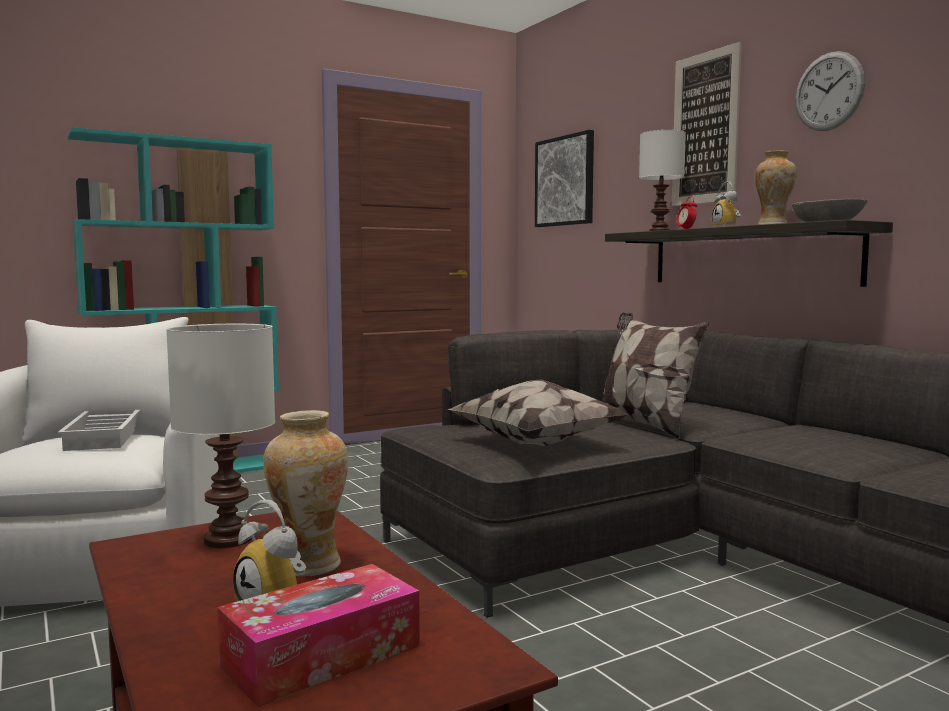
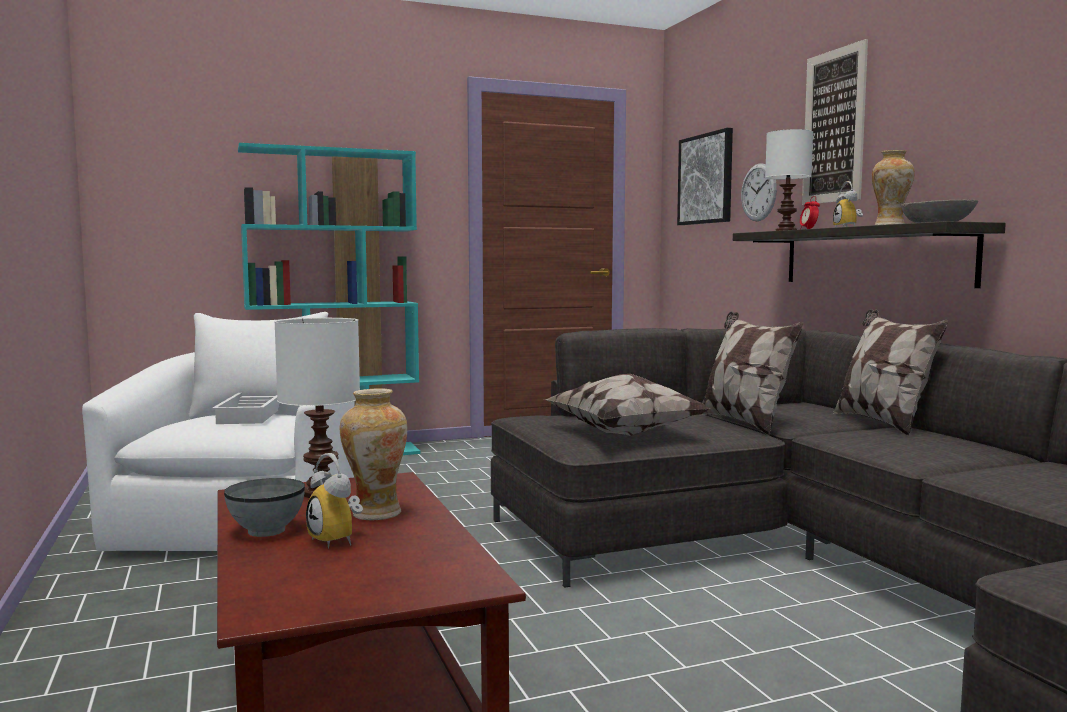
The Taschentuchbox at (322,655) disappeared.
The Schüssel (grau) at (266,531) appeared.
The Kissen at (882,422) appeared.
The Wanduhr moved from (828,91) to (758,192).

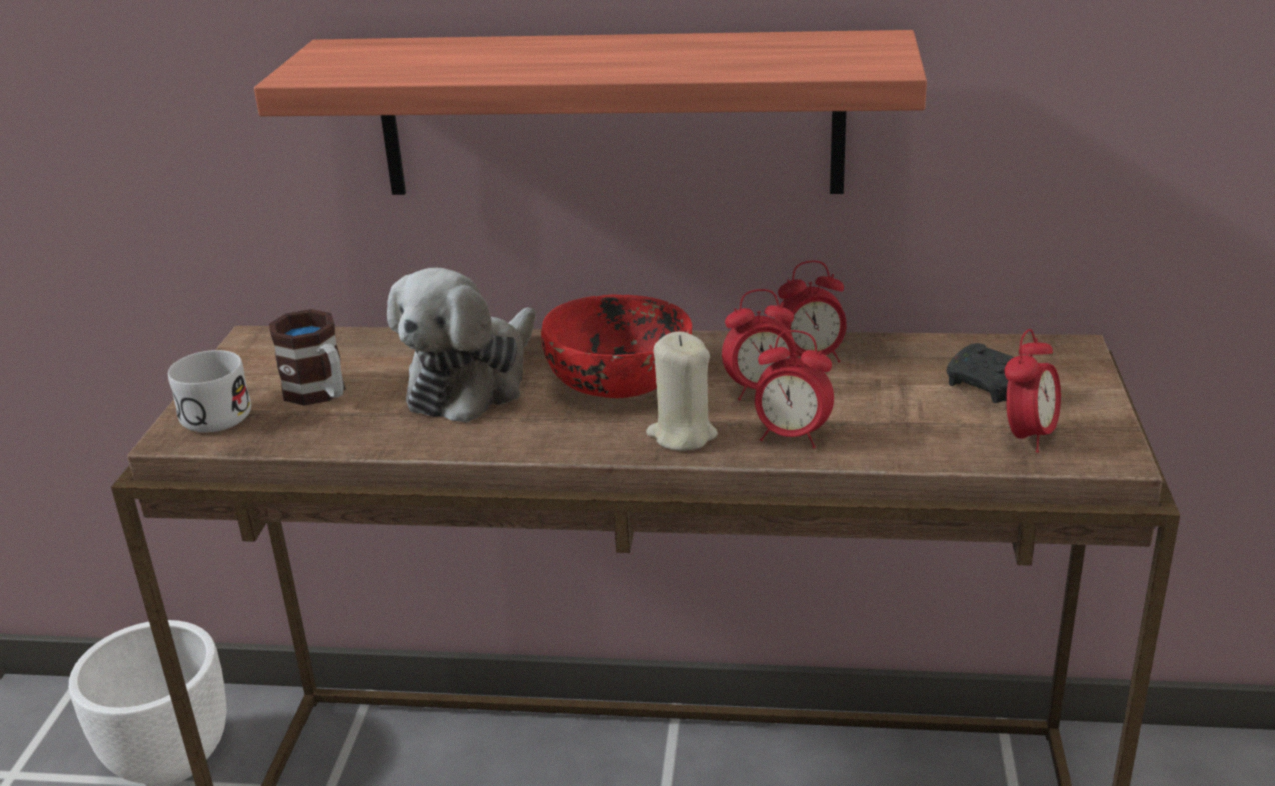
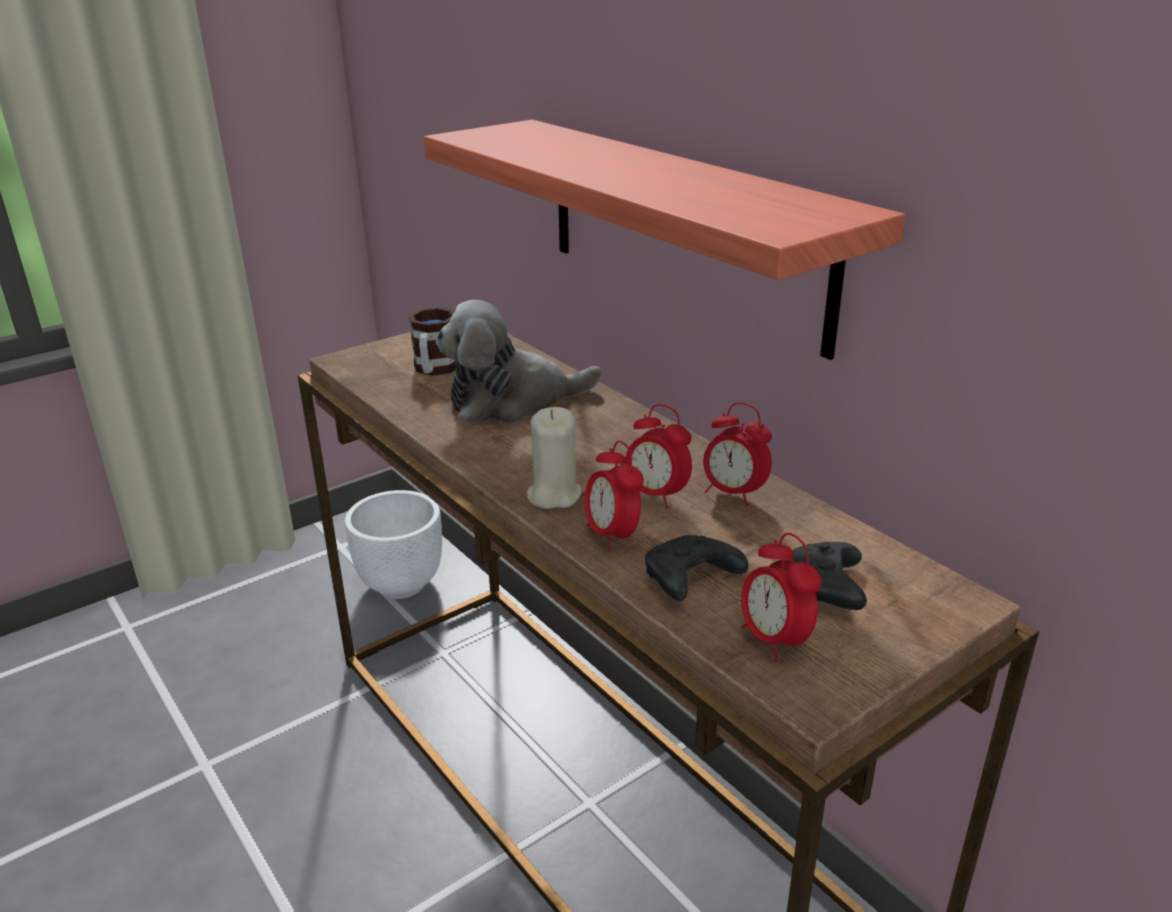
The Henkelbecher (weiß) at (216,410) disappeared.
The Schüssel (rot) at (620,381) disappeared.
The Gamepad (schwarz) at (689,580) appeared.
The Wecker at (1028,437) turned 75 degrees clockwise.

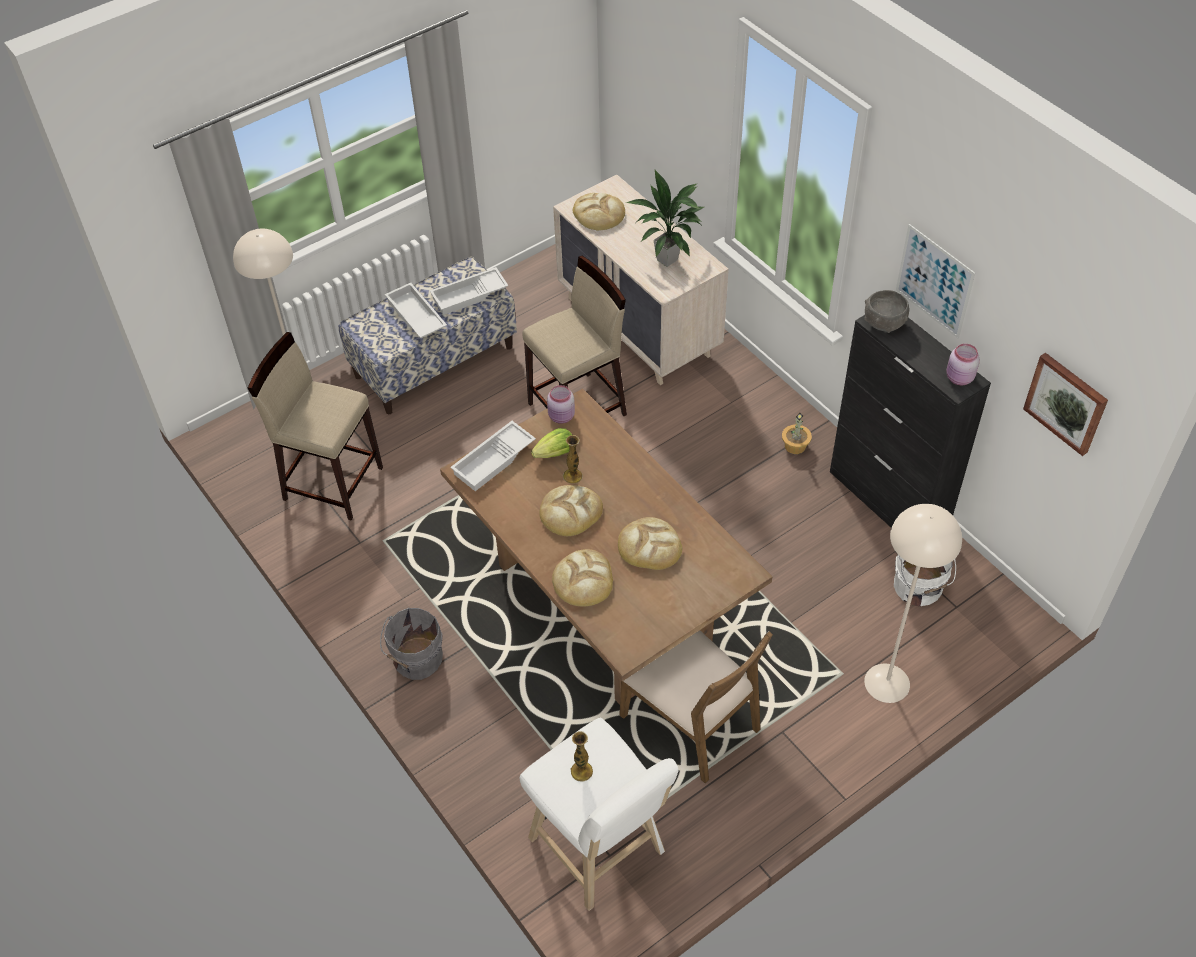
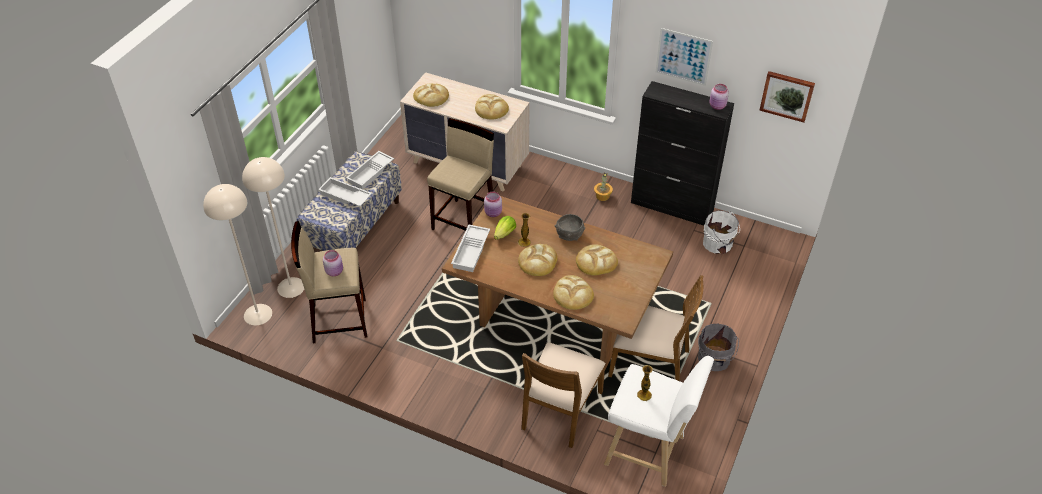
The Vorratsglas (rosa) at (335,271) appeared.
The Stuhl (braun) at (560,410) appeared.
The Eimer (grau) moved from (416,660) to (713,359).
The Schüssel (grau) moved from (884,323) to (569,235).
The Stehlampe (beige) moved from (886,683) to (257,314).
The Topfpflanze at (667,260) was replaced by the Brot at (491,109).

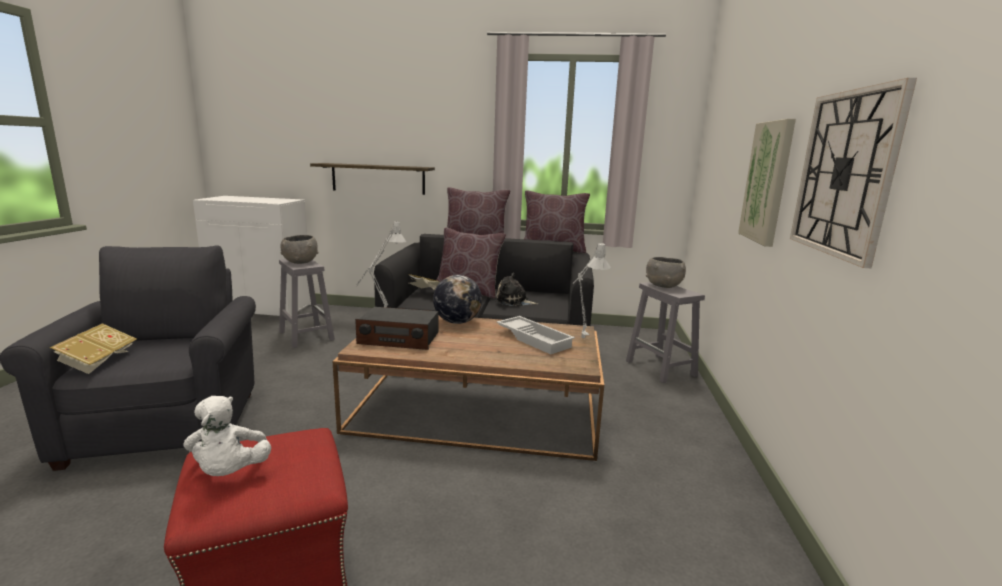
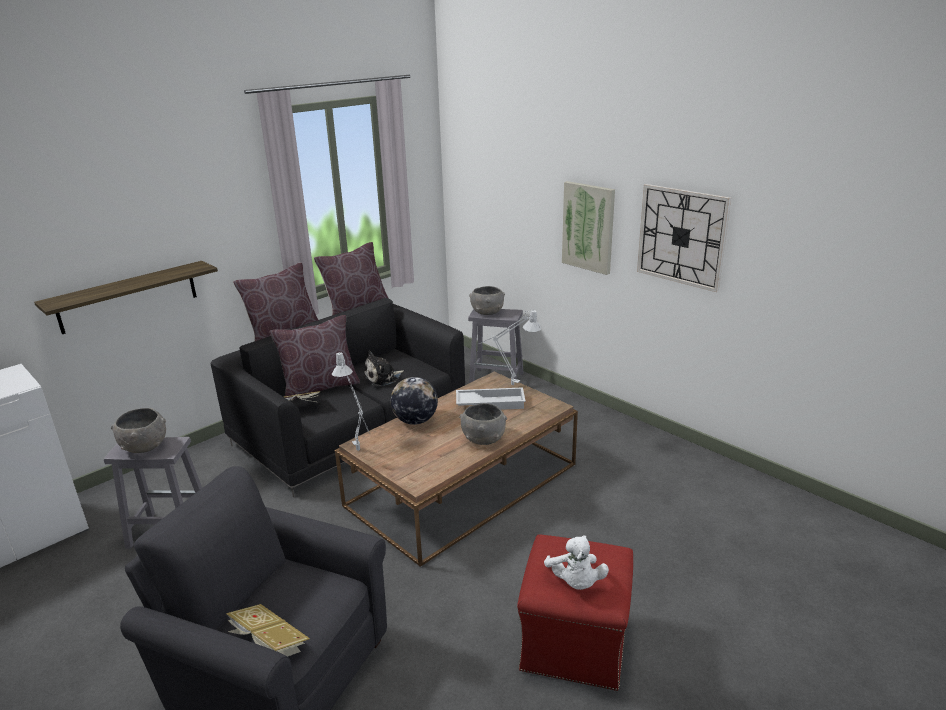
The Radio at (399,338) disappeared.
The Schüssel (grau) at (483,439) appeared.
The Plüschtier (weiß) at (230,472) turned 60 degrees clockwise.

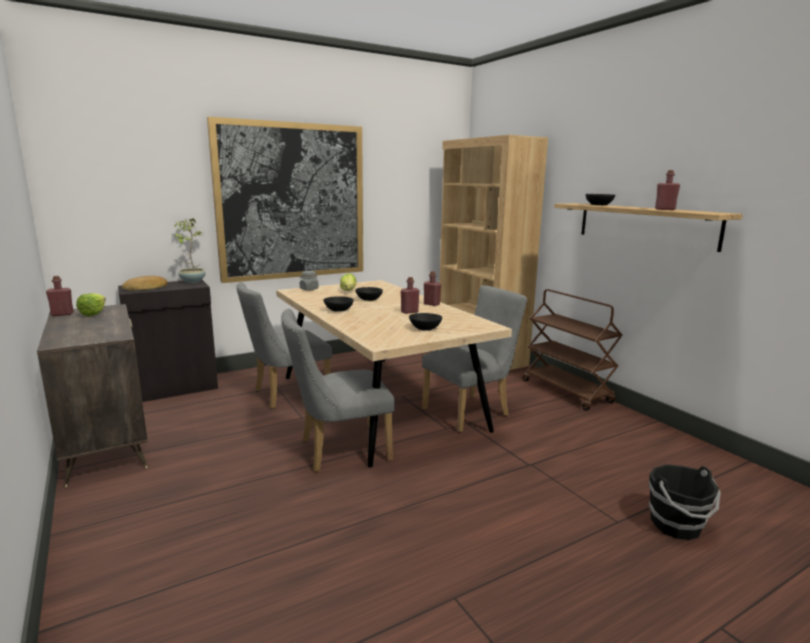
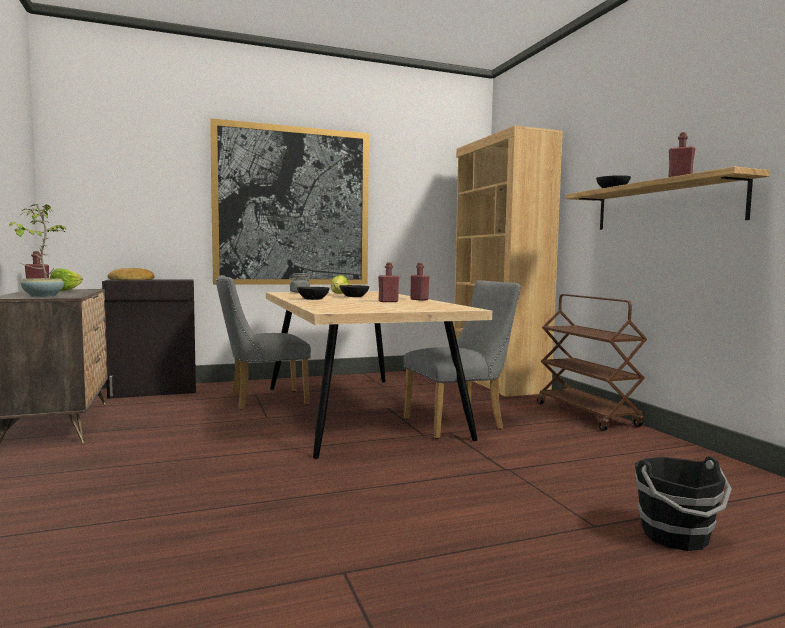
The Stuhl (grau) at (338,451) disappeared.
The Schüssel (schwarz) at (425,328) disappeared.
The Topfpflanze moved from (192,281) to (42,296).

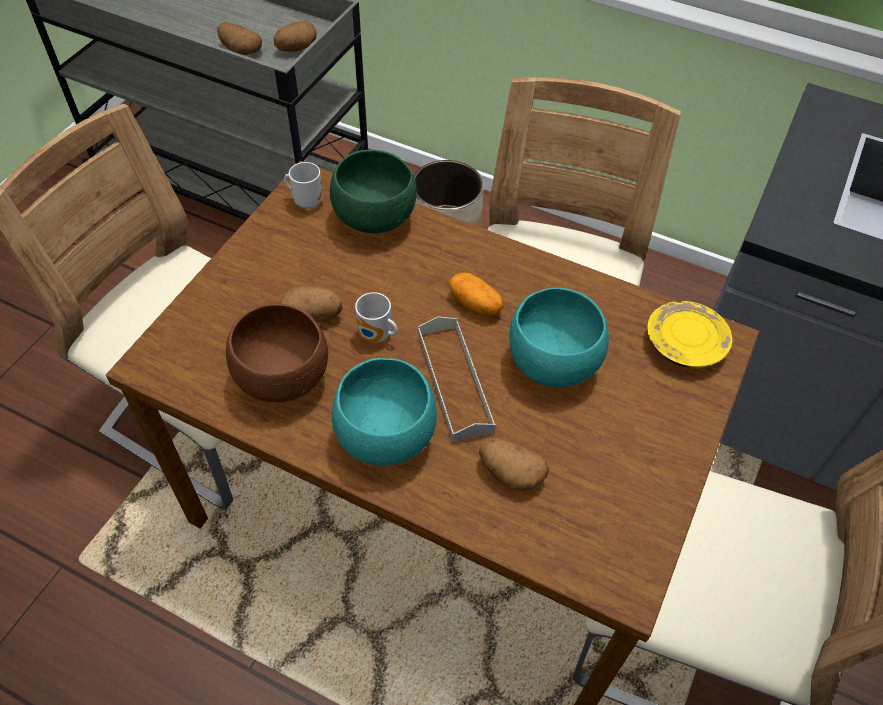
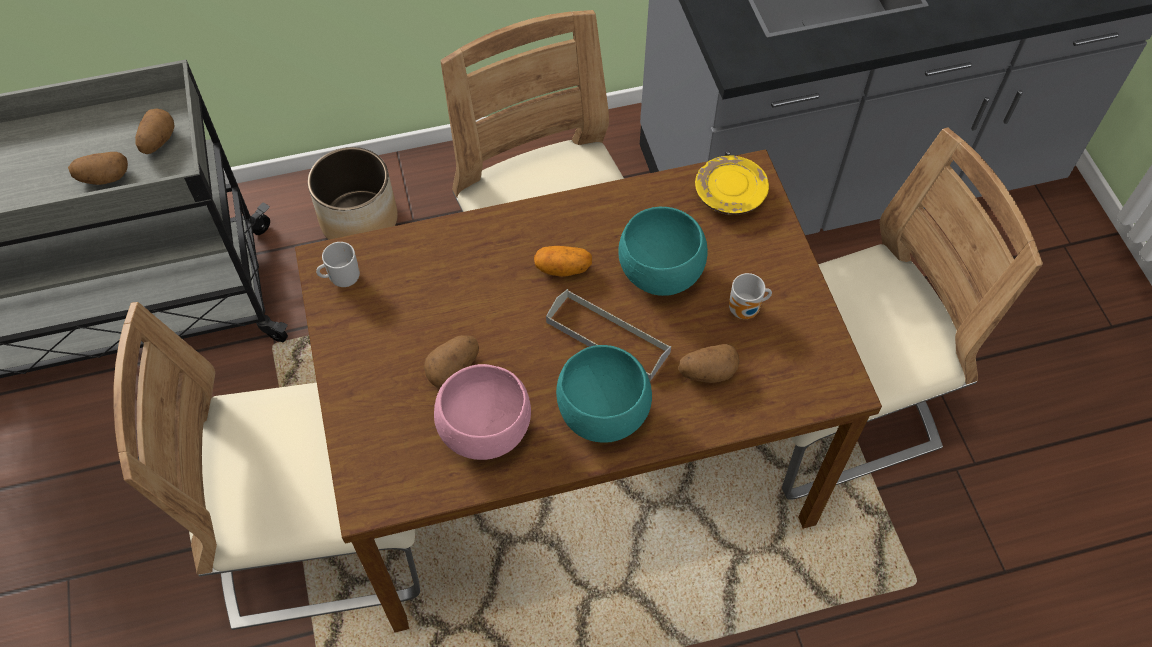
The Schüssel (grün) at (376,218) disappeared.
The Henkelbecher moved from (376,337) to (746,311).
The Schüssel (braun) at (285,377) became the Schüssel (rosa) at (485,428).

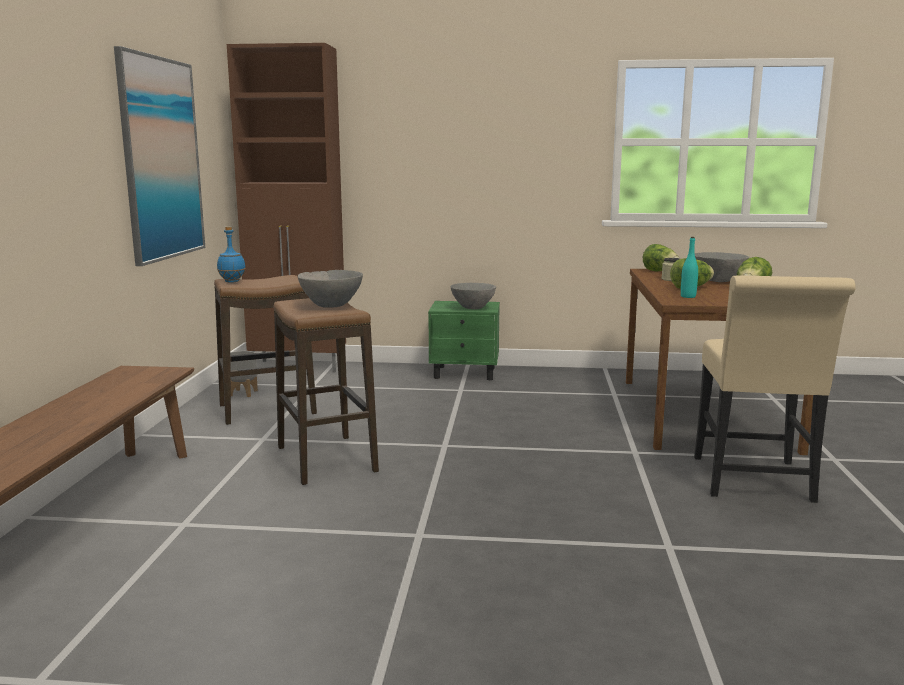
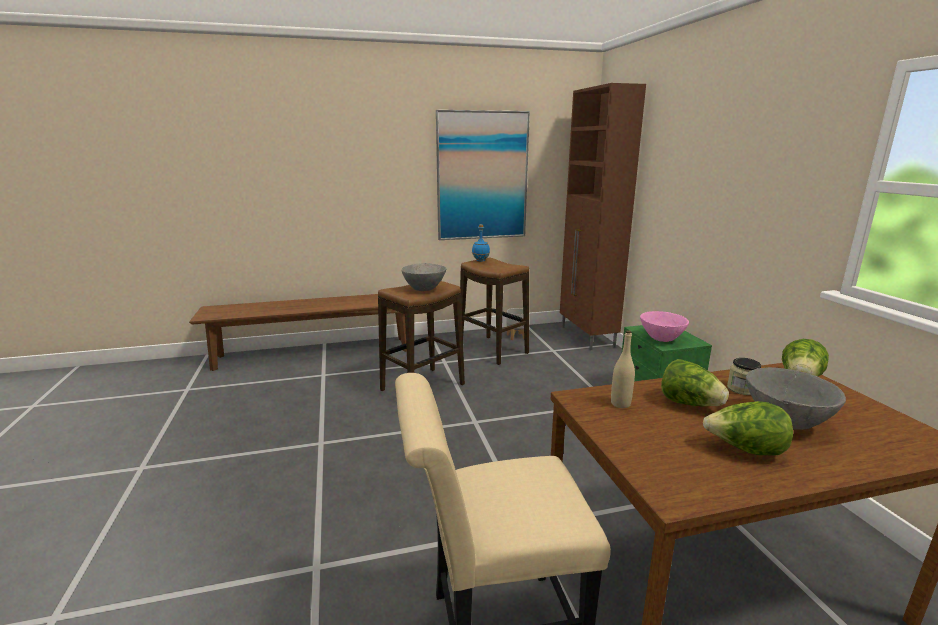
The Schüssel (grau) at (473,308) became the Schüssel (rosa) at (661,339).
The Flasche (türkis) at (688,296) became the Flasche (beige) at (620,404).

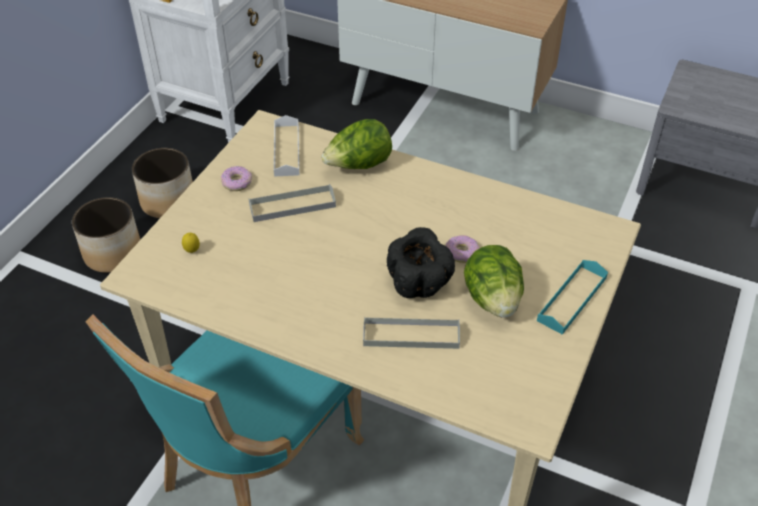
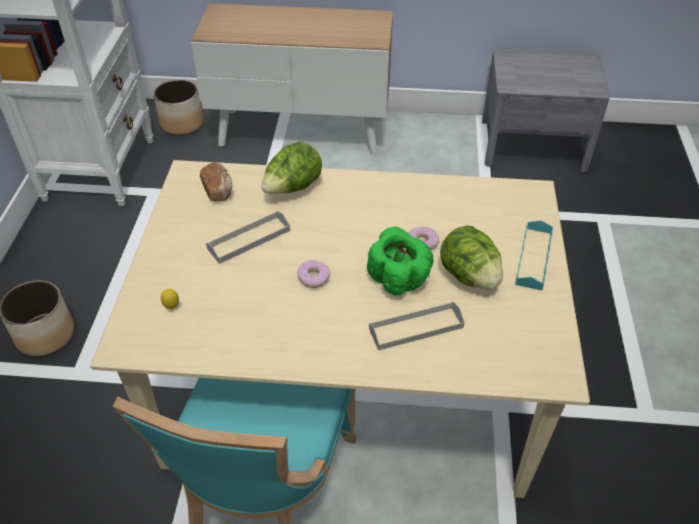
The Pflanzkübel moved from (167,201) to (181,123).
The Donut moved from (237,182) to (314,277).
The Tablett (weiß) at (286,150) was replaced by the Brot at (218,190).
The Schüssel (schwarz) at (419,282) became the Schüssel (grün) at (399,278).

